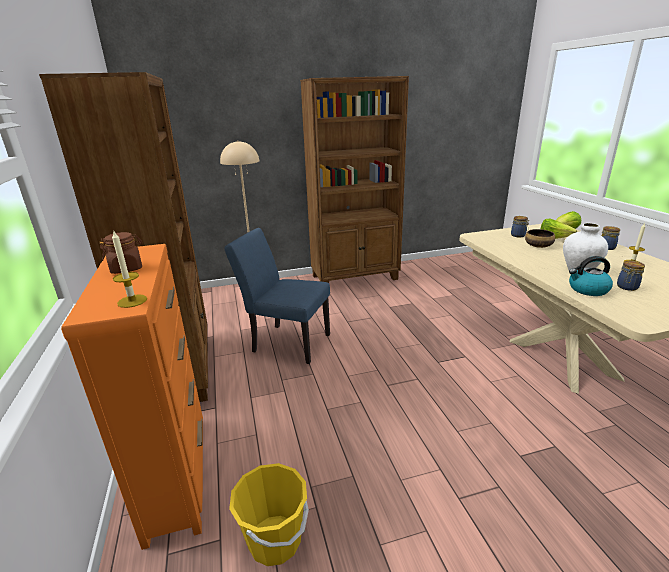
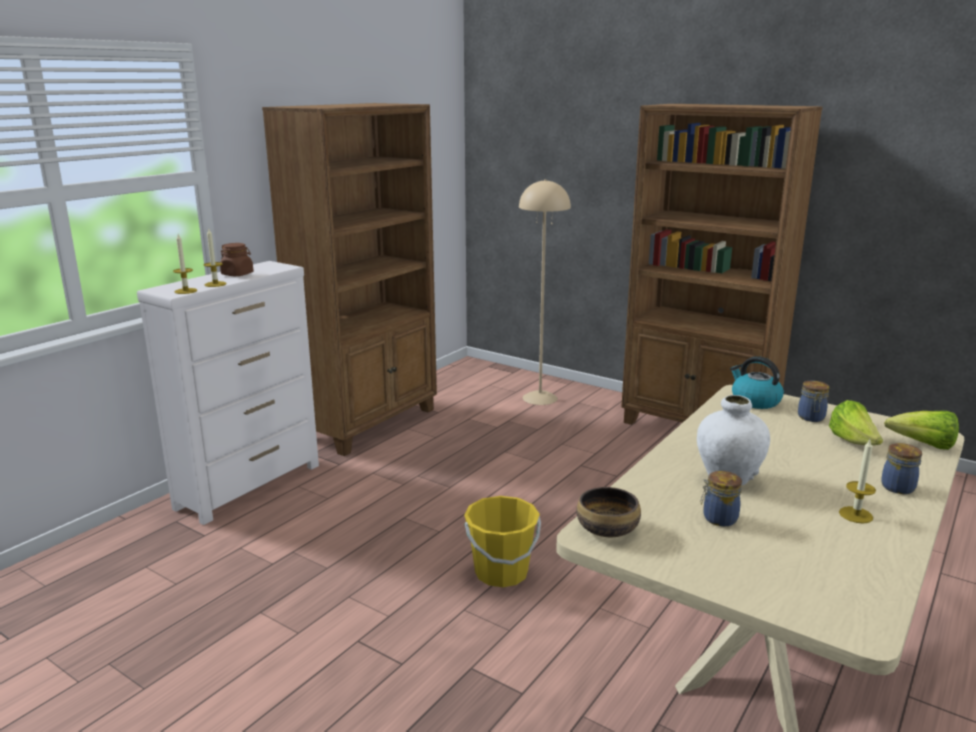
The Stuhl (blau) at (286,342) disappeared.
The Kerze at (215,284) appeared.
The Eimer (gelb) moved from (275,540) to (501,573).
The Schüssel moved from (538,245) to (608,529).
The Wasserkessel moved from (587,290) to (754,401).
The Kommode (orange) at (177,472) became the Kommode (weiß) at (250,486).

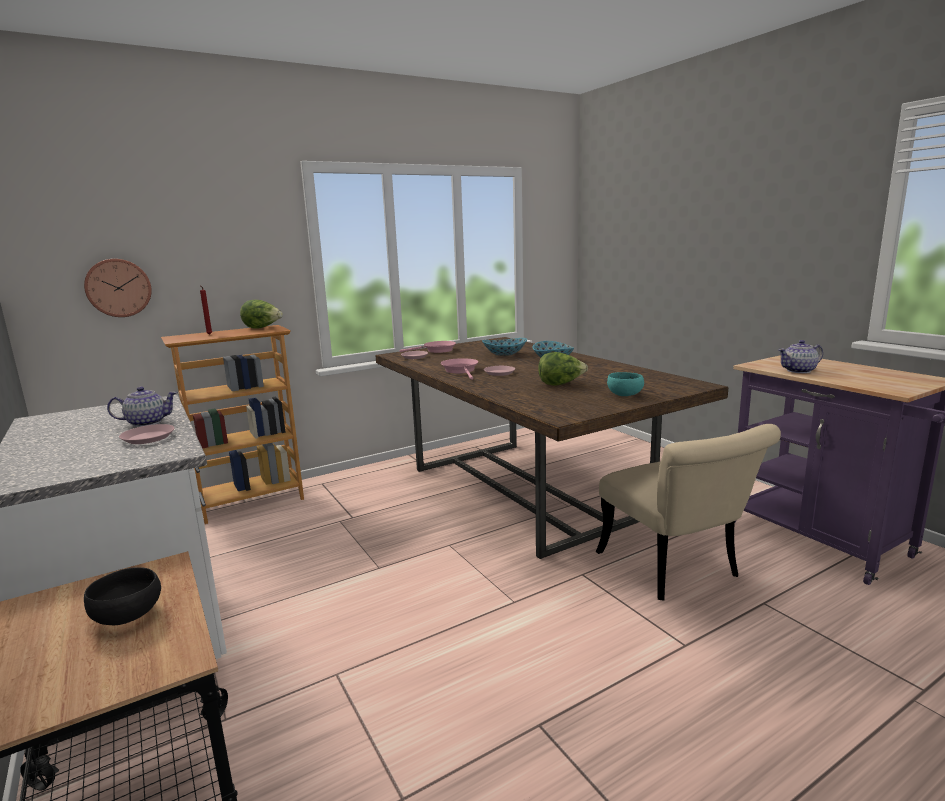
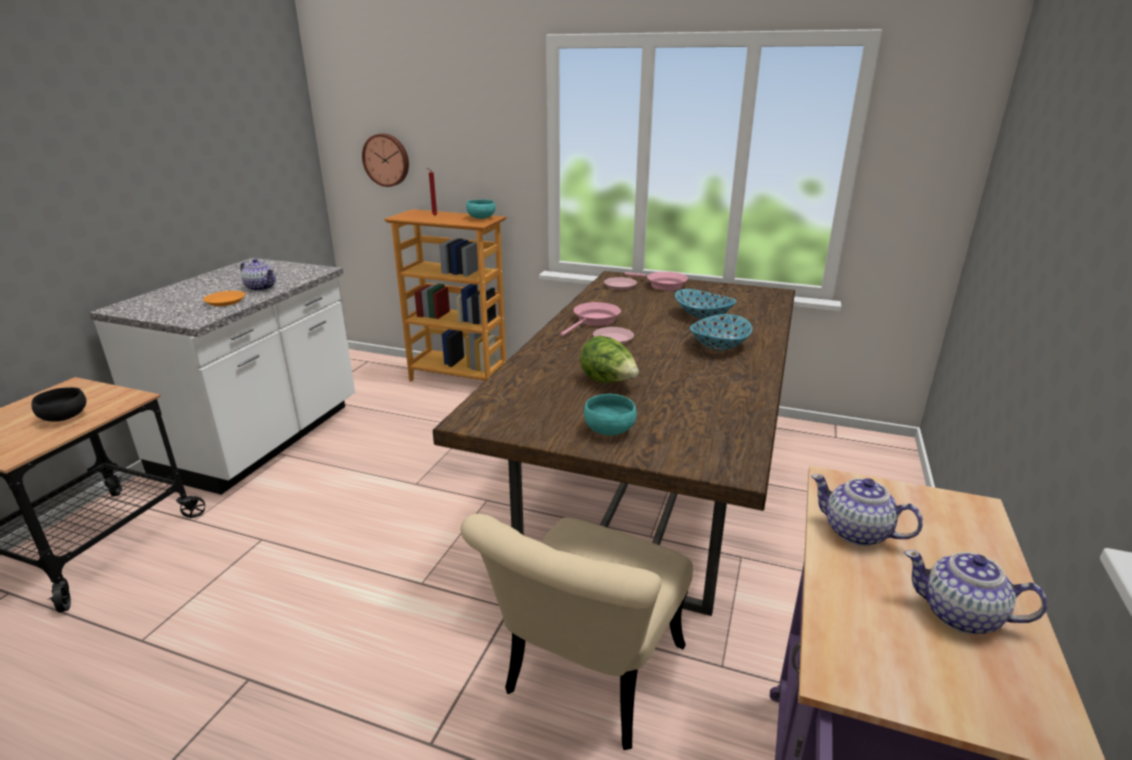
The Teekanne at (961,615) appeared.
The Salatkopf at (262,328) was replaced by the Schüssel (türkis) at (481,218).
The Teller (rosa) at (148,438) became the Teller (orange) at (225,301).

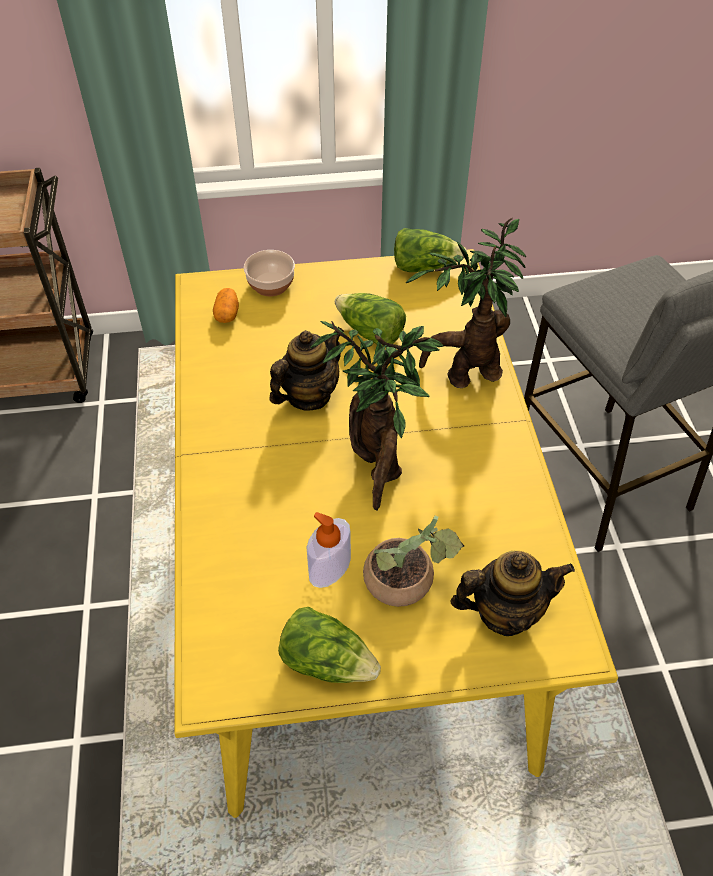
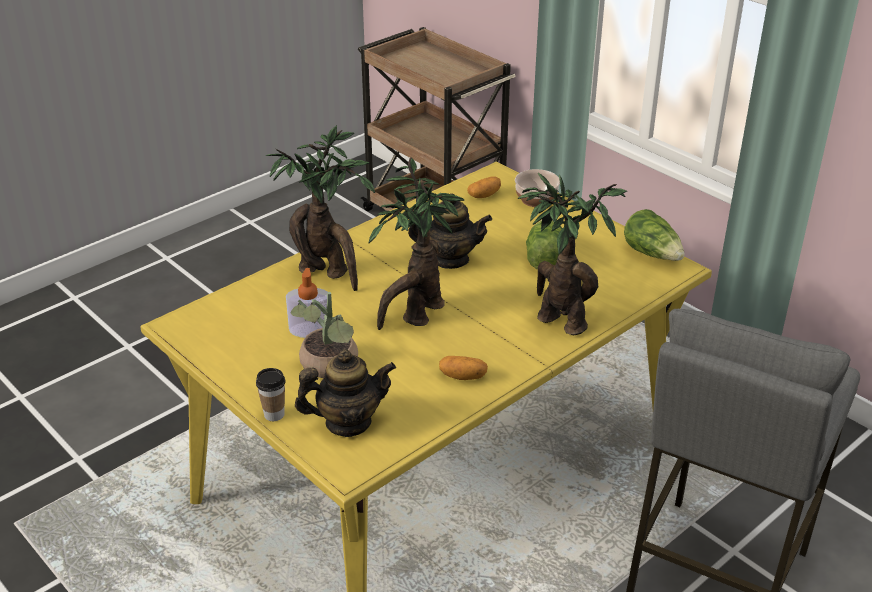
The Salatkopf at (327,660) disappeared.
The Tasse at (274,414) appeared.
The Topfpflanze at (328,274) appeared.
The Kartoffel at (463,376) appeared.
The Teekanne at (504,612) turned 60 degrees counterclockwise.

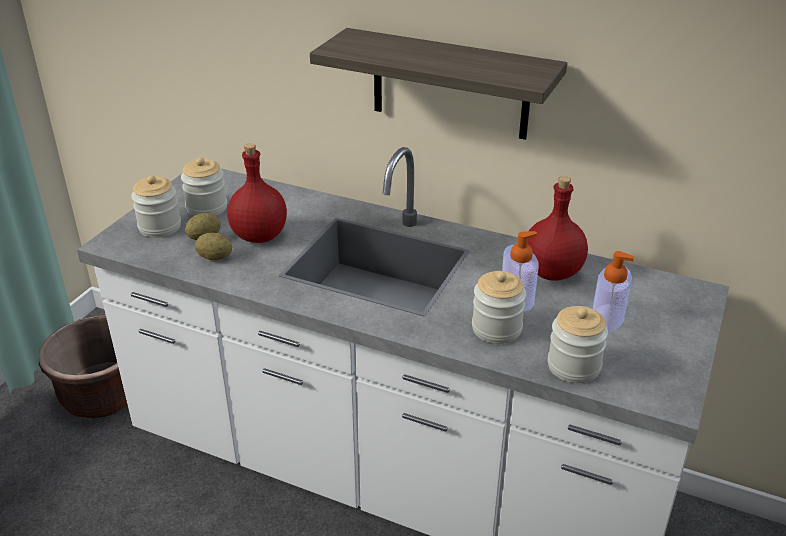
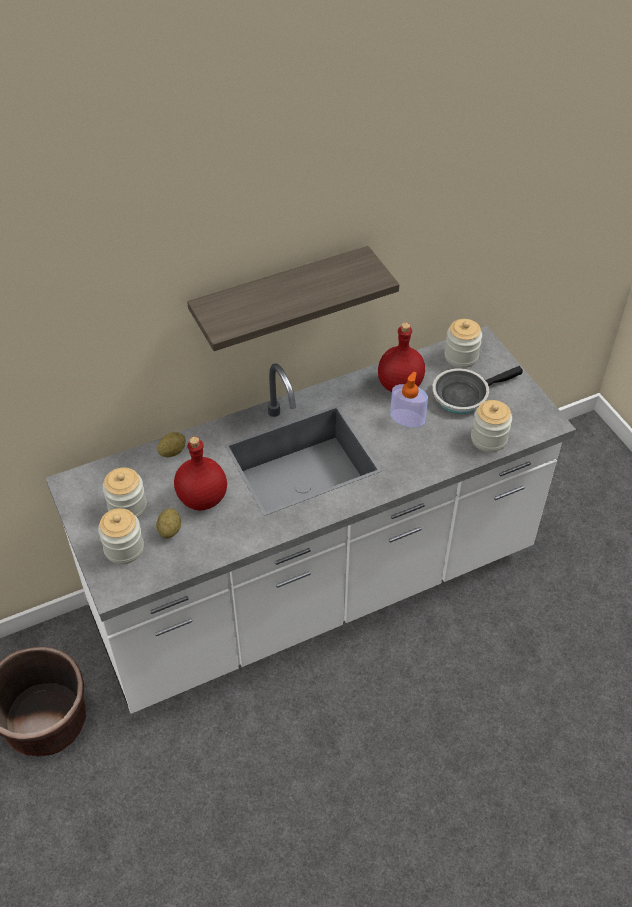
The Kartoffel moved from (215,257) to (172,452).
The Vorratsglas moved from (496,329) to (461,356).
The Seifenspender at (607,318) was replaced by the Pfanne at (464,395).

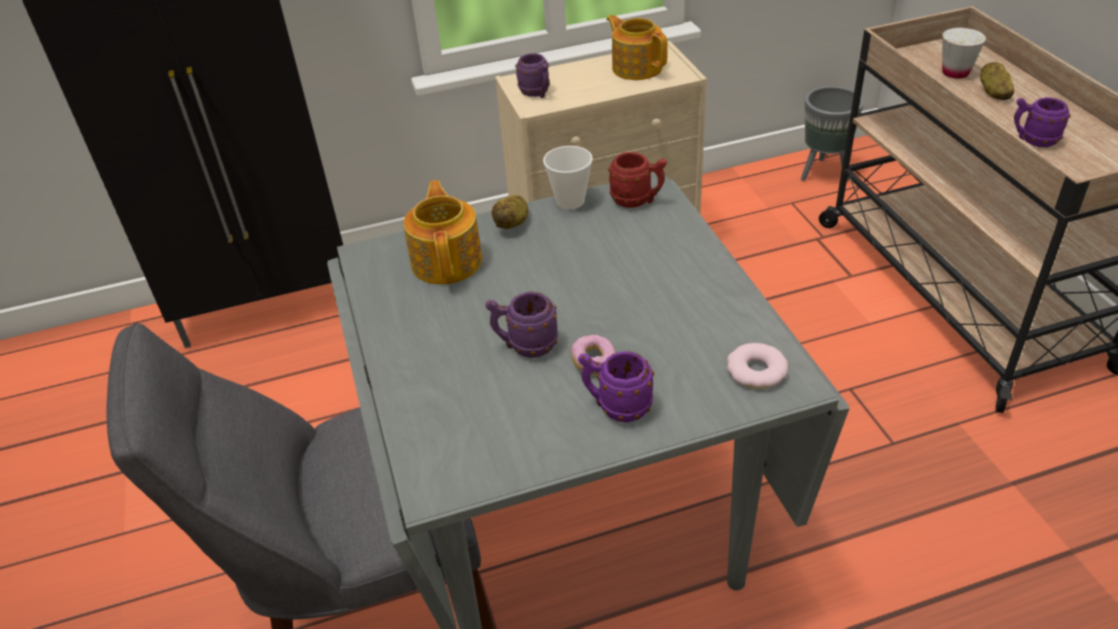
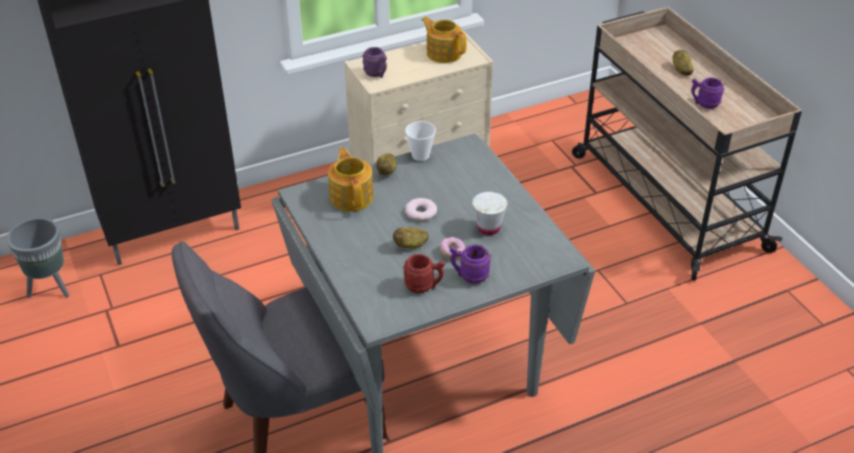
The Henkelbecher (rot) moved from (637,200) to (424,286).
The Donut moved from (756,371) to (420,212).
The Pflanzkübel (grau) moved from (823,173) to (50,288).
The Tasse (weiß) moved from (955,73) to (488,228).
The Henkelbecher (lila) at (525,346) was replaced by the Kartoffel at (411,245).

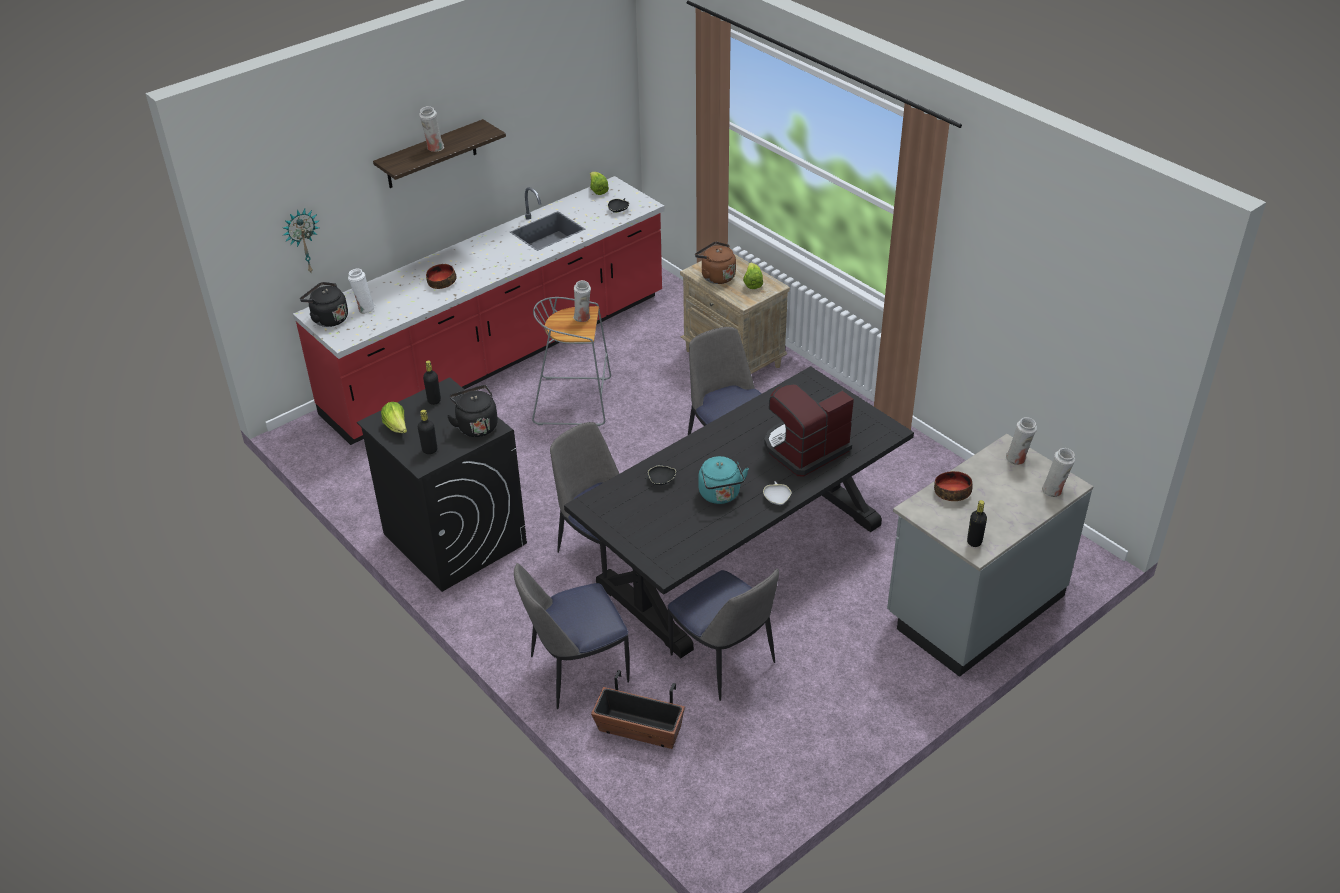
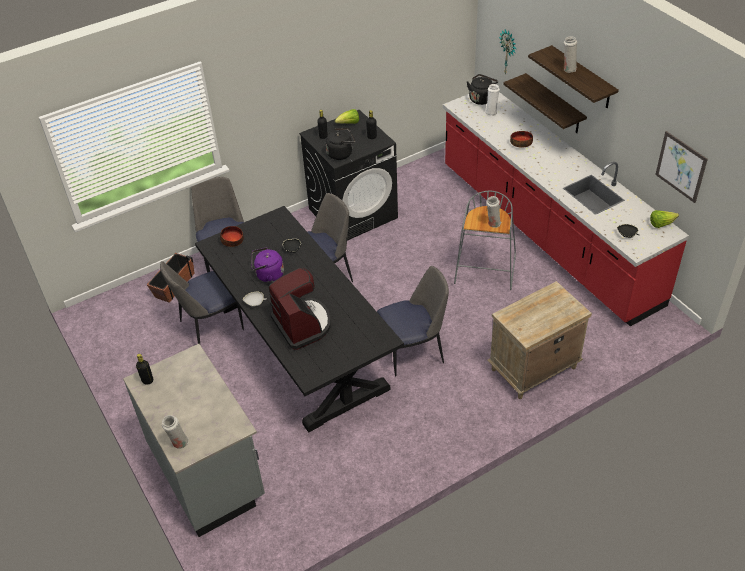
The Wasserkessel (braun) at (716,276) disappeared.
The Salatkopf at (752,283) disappeared.
The Vase (weiß) at (1017,459) disappeared.
The Wandregal at (554,104) appeared.
The Bild at (681,166) appeared.
The Schüssel moved from (952,492) to (232,240).
The Wasserkessel (türkis) at (720,495) became the Wasserkessel (lila) at (268,275).

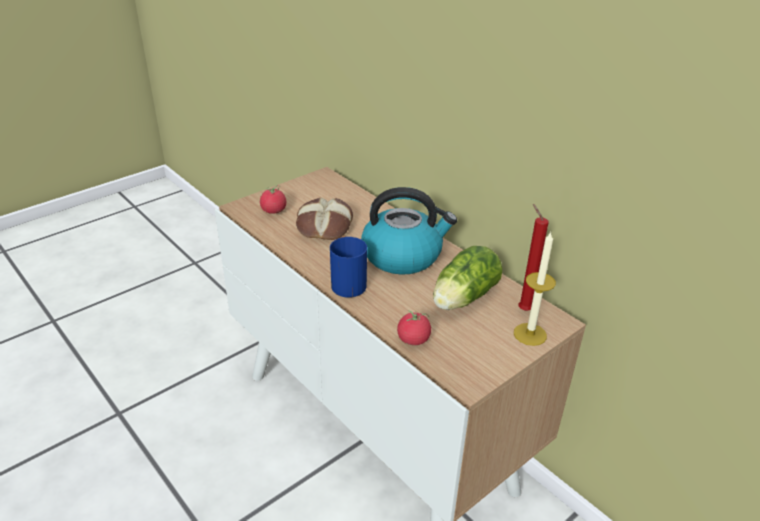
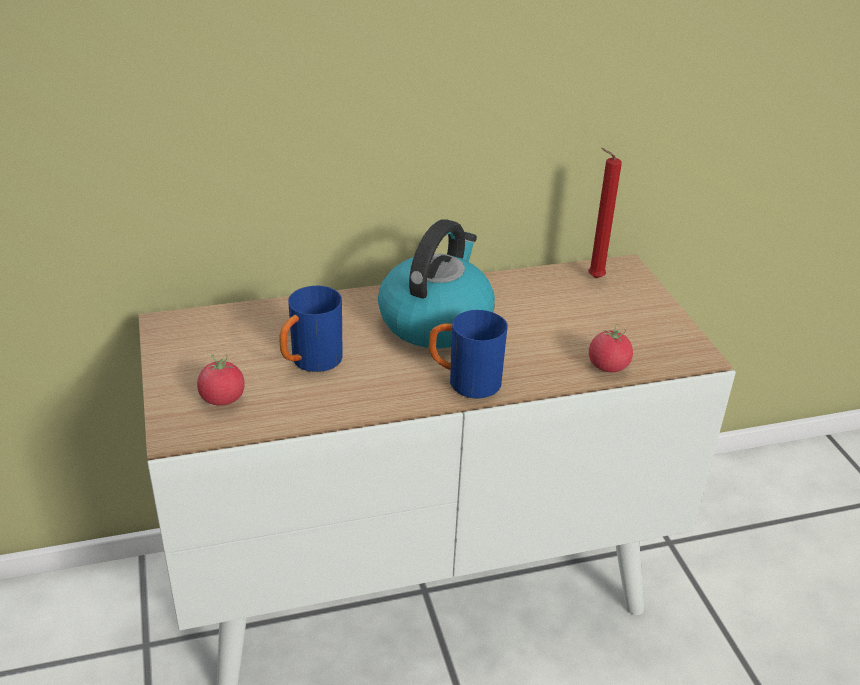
The Salatkopf at (462,298) disappeared.
The Kerze at (530,334) disappeared.
The Brot at (323,226) was replaced by the Henkelbecher (blau) at (310,363).

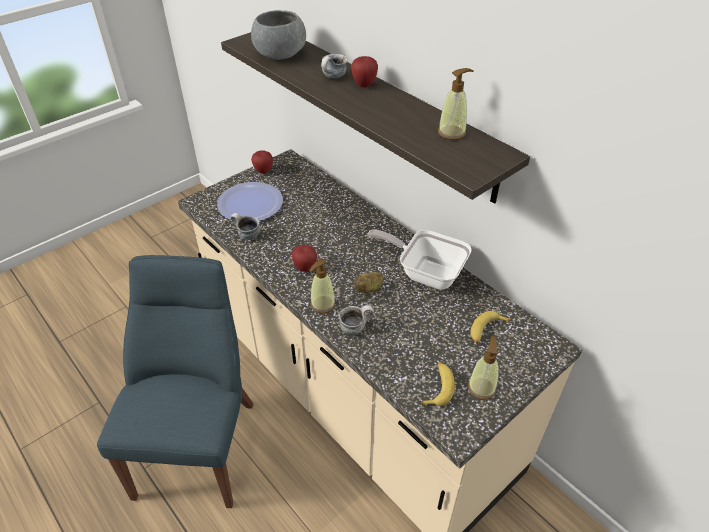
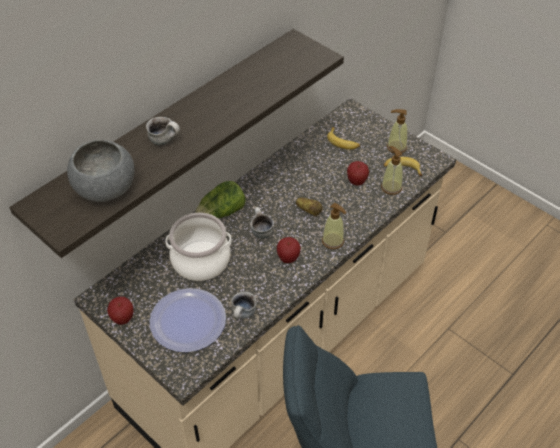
The Pfanne at (425,272) disappeared.
The Kochtopf at (201,261) appeared.
The Salatkopf at (221,213) appeared.
The Henkelbecher moved from (355,327) to (260,231).
The Apfel moved from (364,84) to (356,182).
The Seifenspender moved from (452,133) to (391,187).

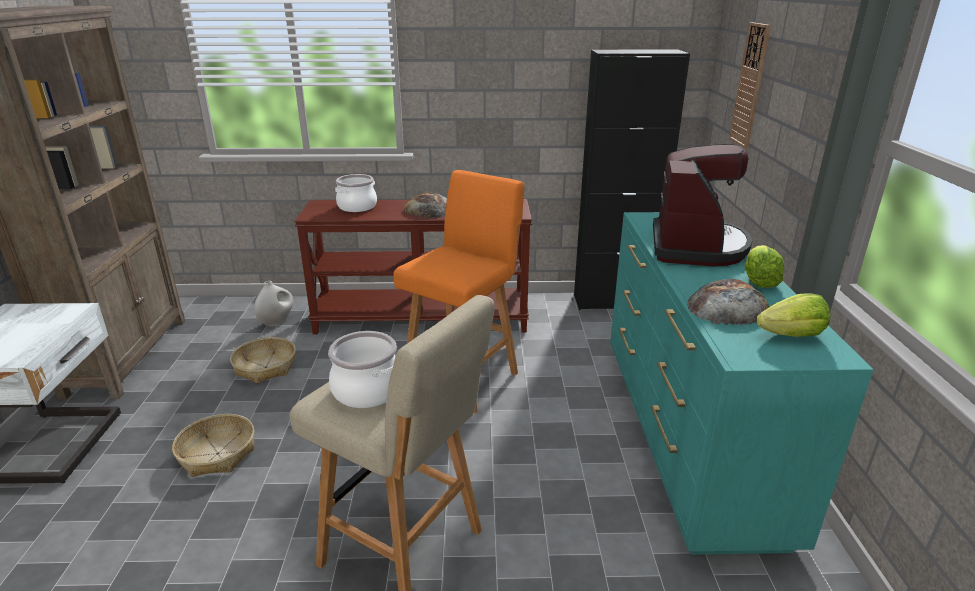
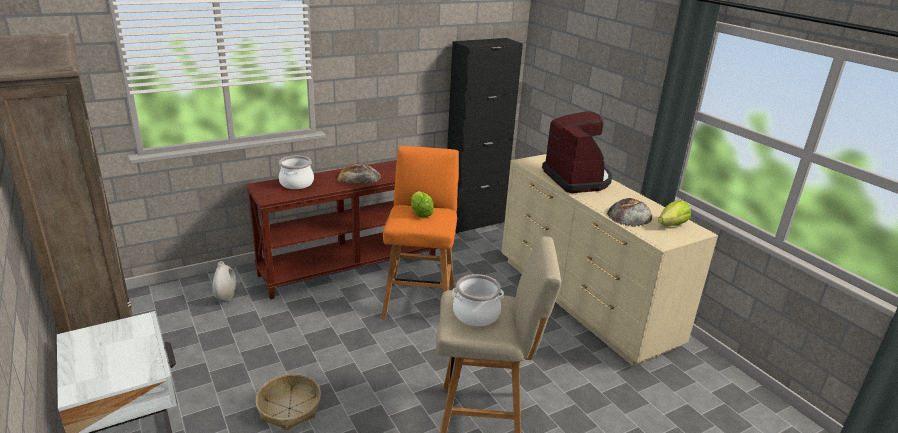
The Korb at (265,367) disappeared.
The Wanduhr at (750,86) disappeared.
The Salatkopf moved from (758,281) to (420,213).
The Kommode (türkis) at (686,436) became the Kommode (beige) at (583,302).

